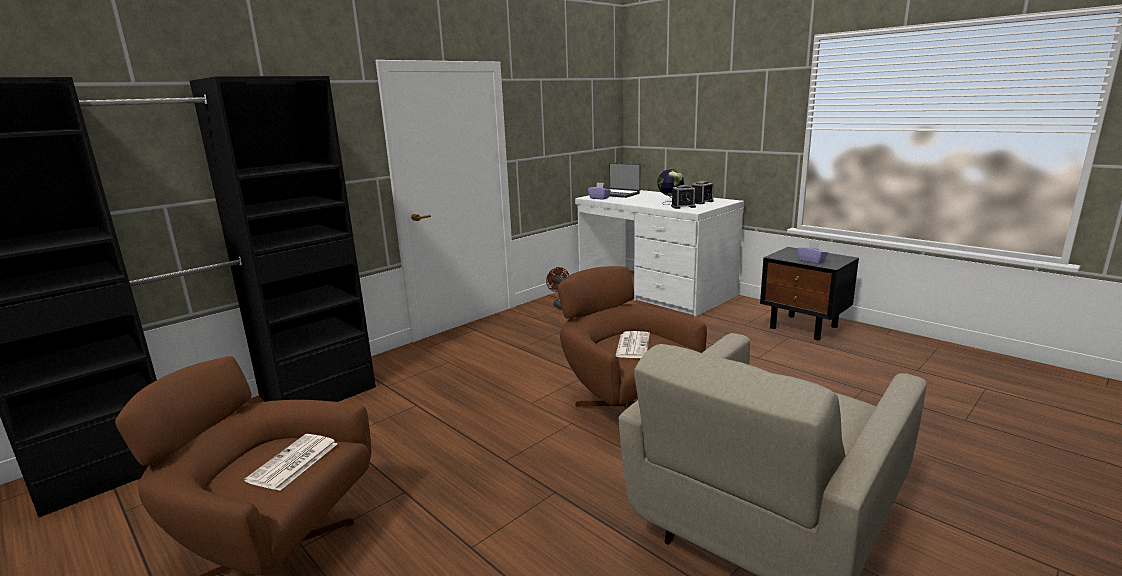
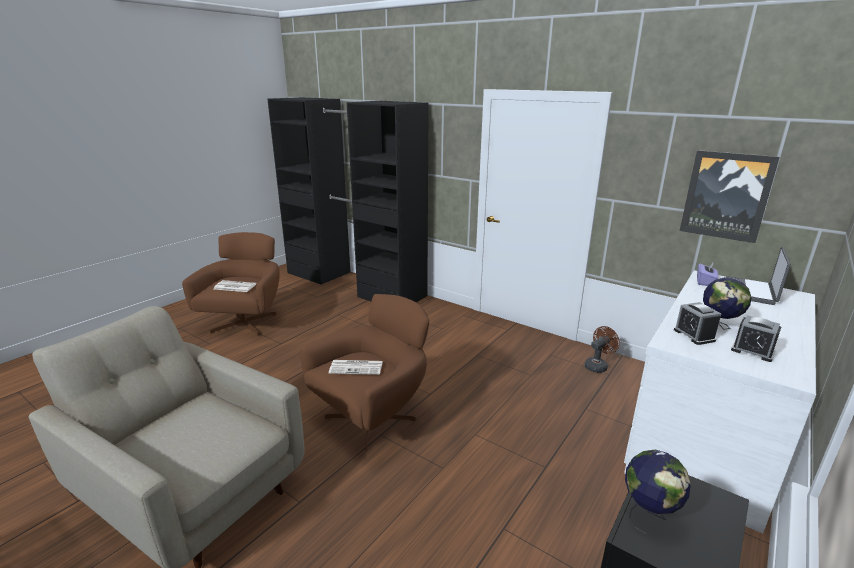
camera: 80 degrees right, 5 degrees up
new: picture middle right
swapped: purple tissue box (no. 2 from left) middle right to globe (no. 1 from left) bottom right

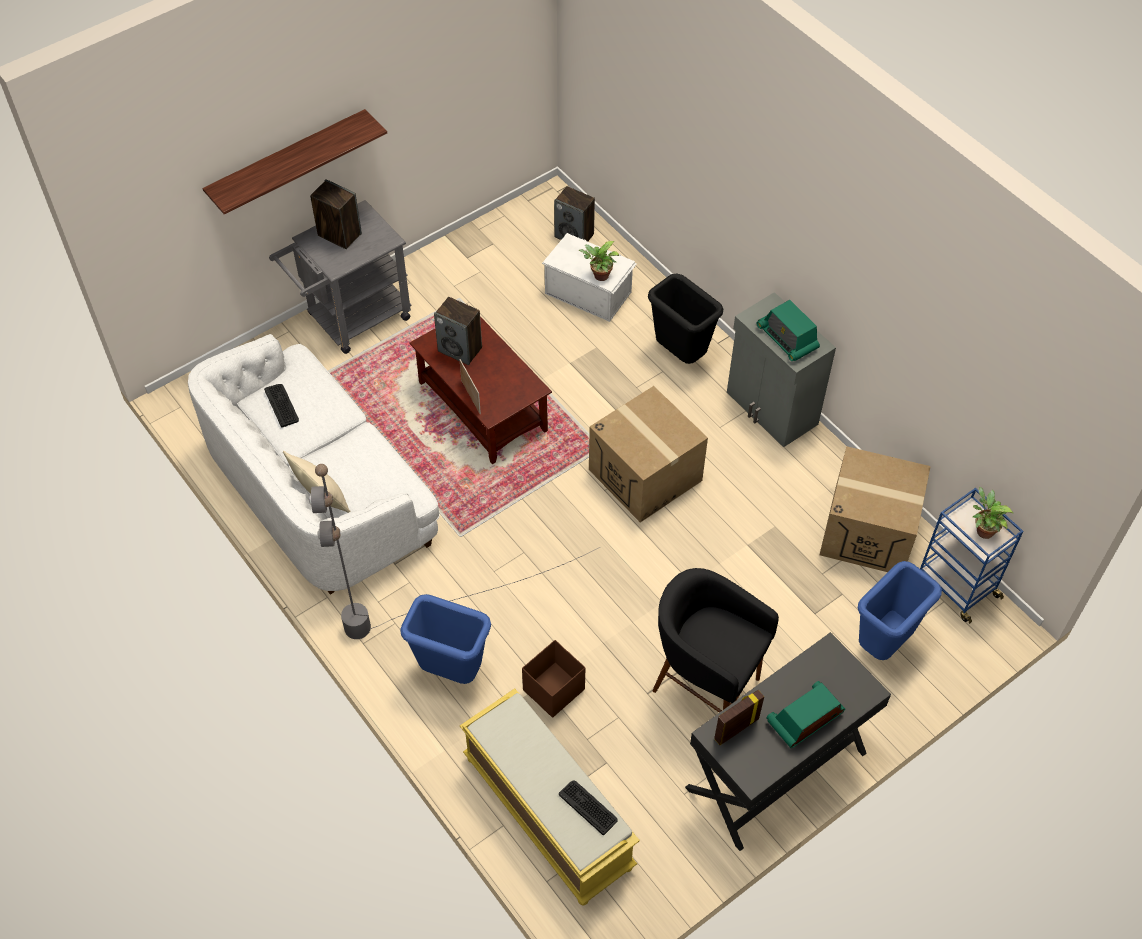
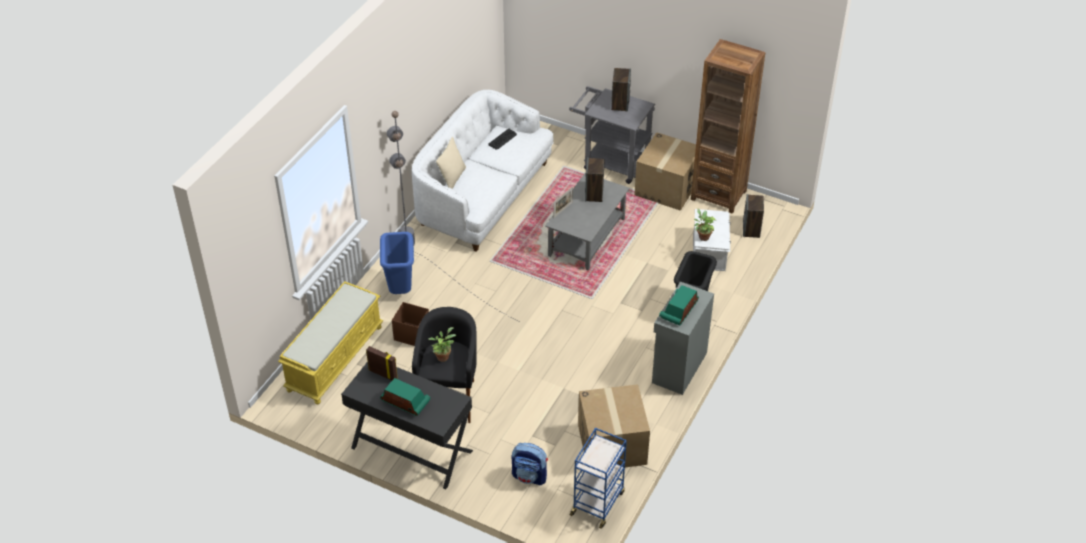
camera: 65 degrees right, 10 degrees down
gone: shelf top left; keyboard (no. 2 from left) bottom centre
new: brown bookcase top right
shifted: cardboard box (no. 1 from left in the first image) centre to cardboard box (no. 2 from left) top centre; potted plant (no. 2 from left in the first image) middle right to potted plant (no. 1 from left) centre
swapped: blue trash can (no. 2 from left) middle right to backpack bottom centre
repainted: brown coffee table centre to grey coffee table centre

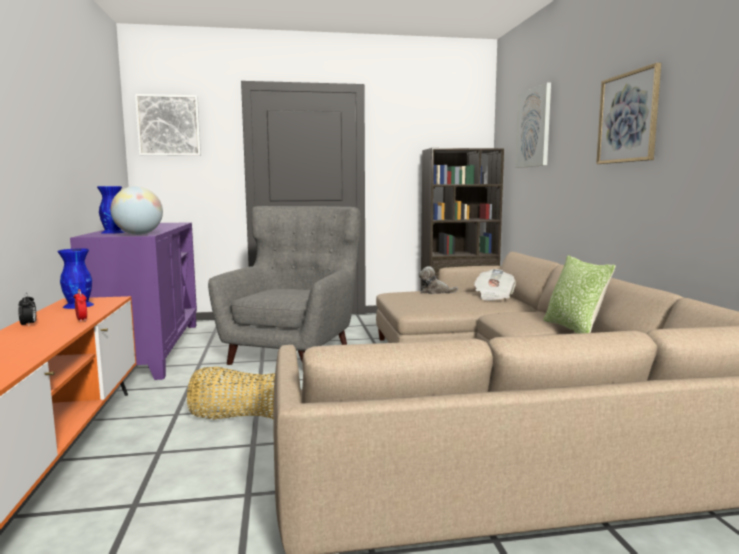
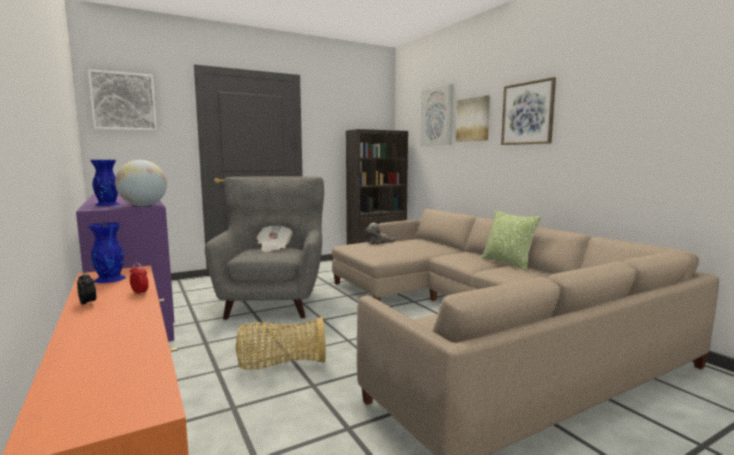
camera: 20 degrees left, 0 degrees up
new: picture (no. 3 from left) top centre
shifted: newspaper middle right to centre

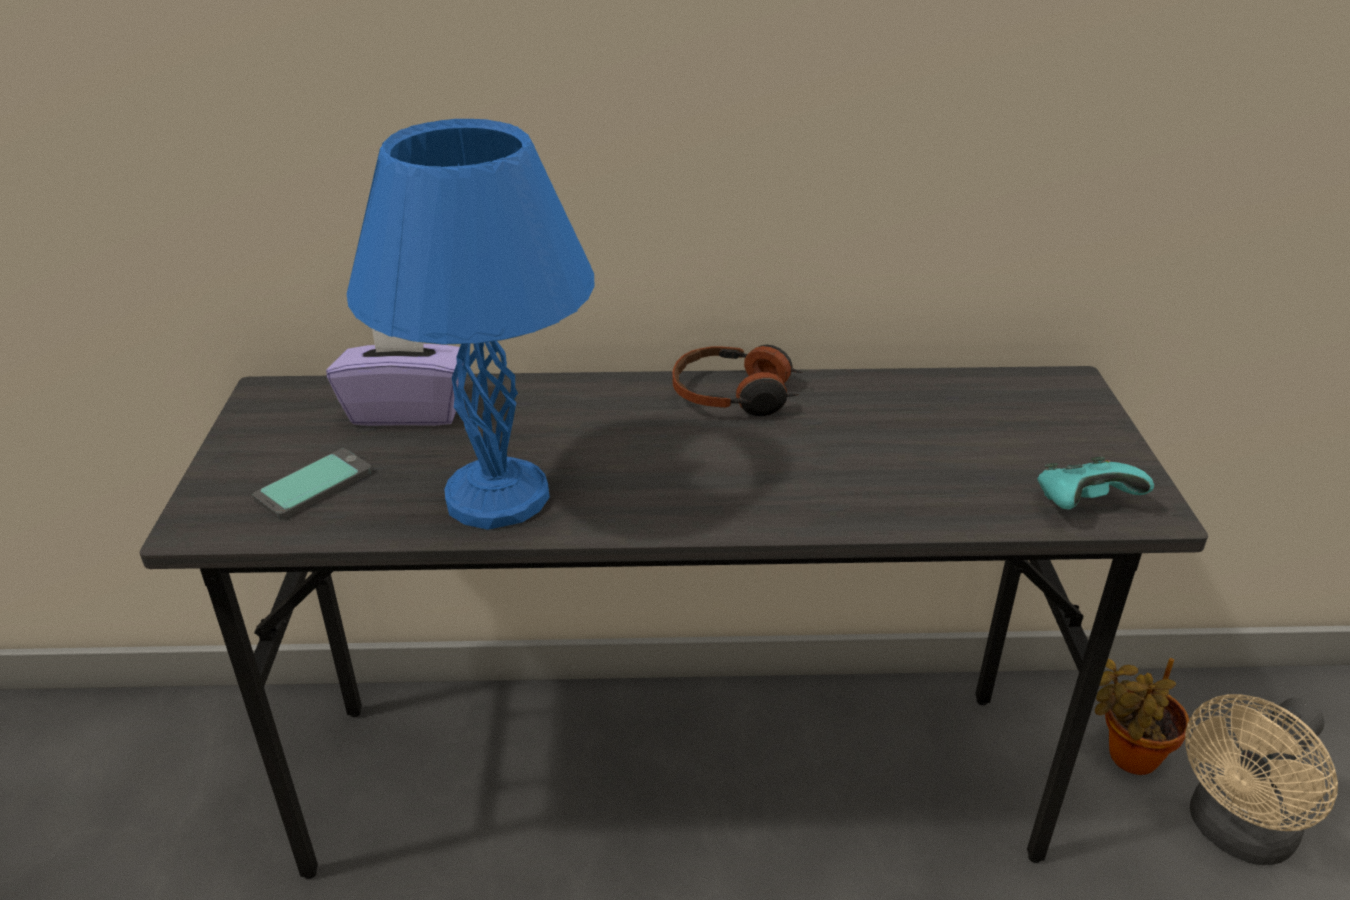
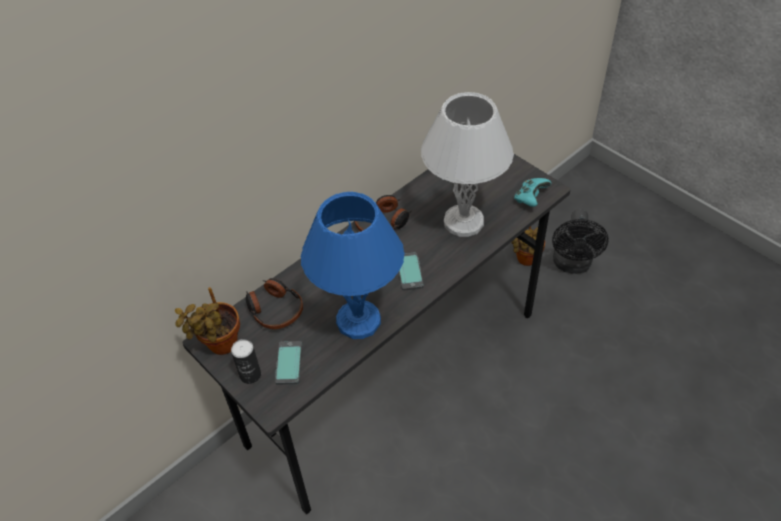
camera: 40 degrees left, 15 degrees up
new: potted plant (no. 1 from left) middle left; can bottom left; phone (no. 2 from left) centre; white table lamp top centre
swapped: purple tissue box middle left to headphones (no. 1 from left) centre
repainted: beige fan bottom right to black fan middle right

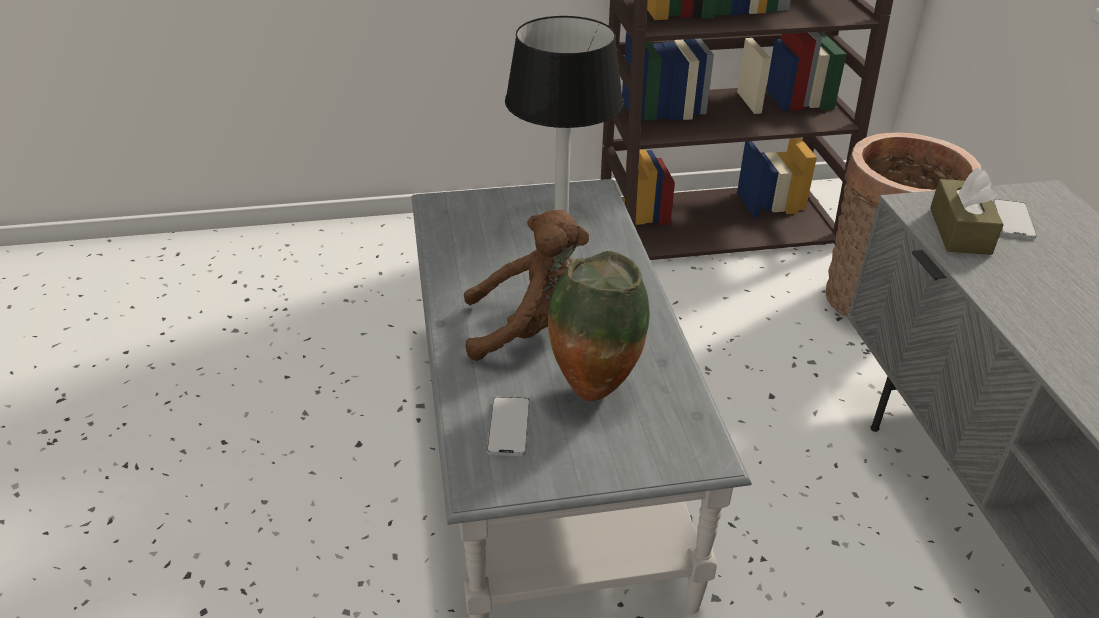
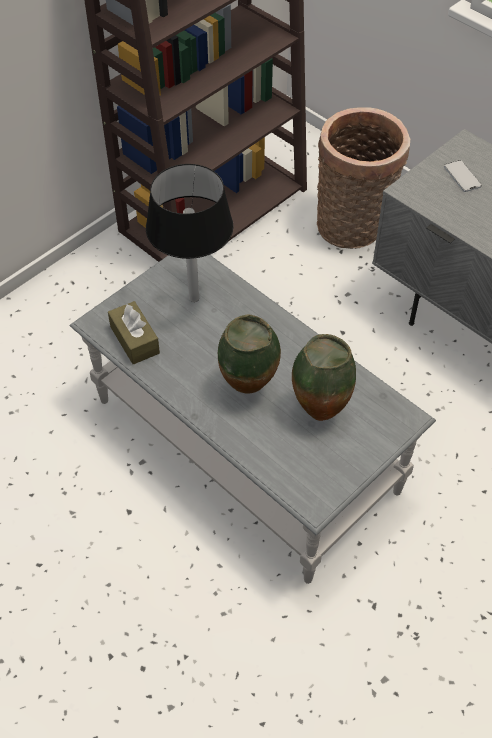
camera: 35 degrees left, 15 degrees up
gone: phone (no. 1 from left) bottom centre
shifted: brown tissue box middle right to middle left
swapped: brown plush toy centre to vase (no. 1 from left) centre

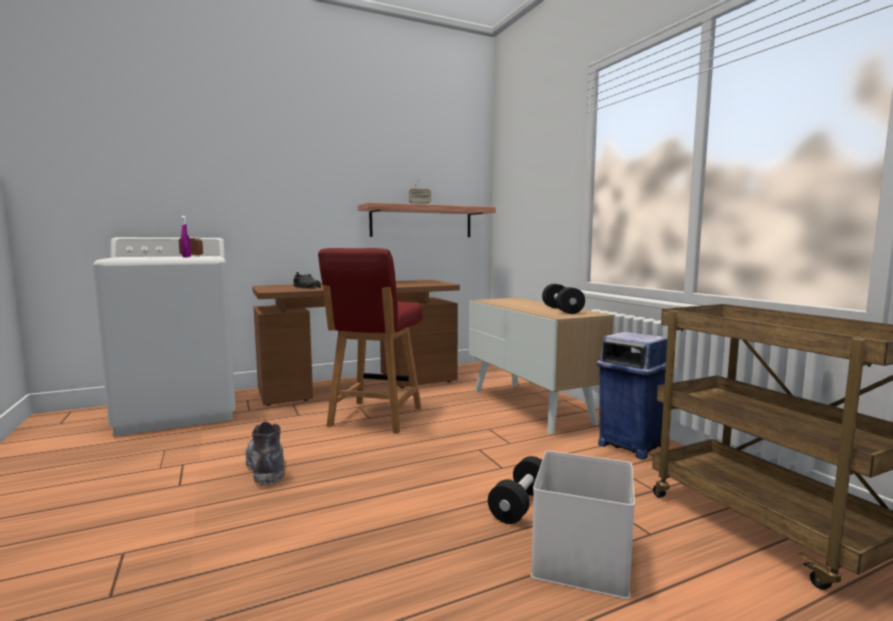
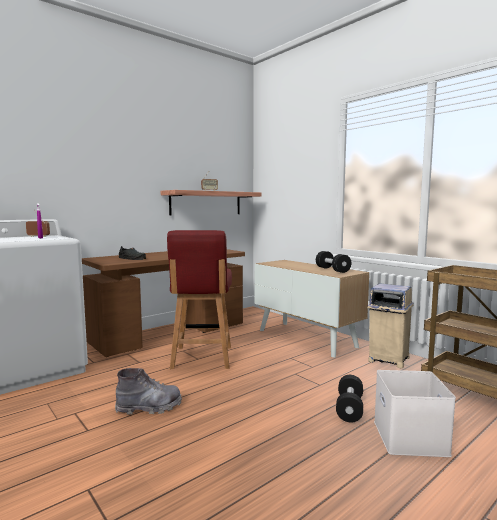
camera: 15 degrees left, 0 degrees up
repainted: blue trash can middle right to beige trash can middle right
rotated: grey boot bottom left = bottom left 120 degrees clockwise

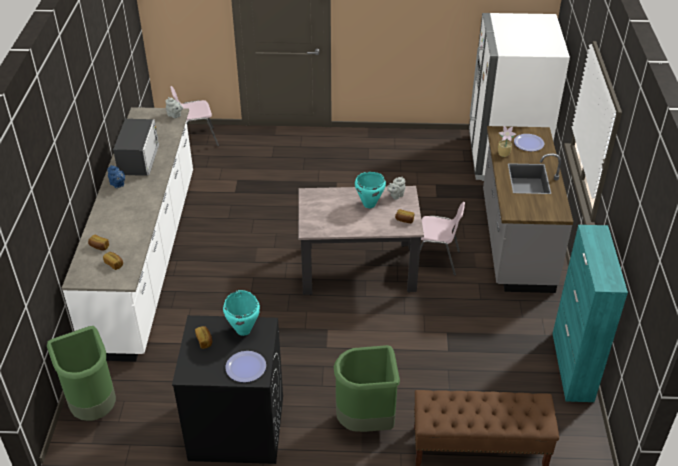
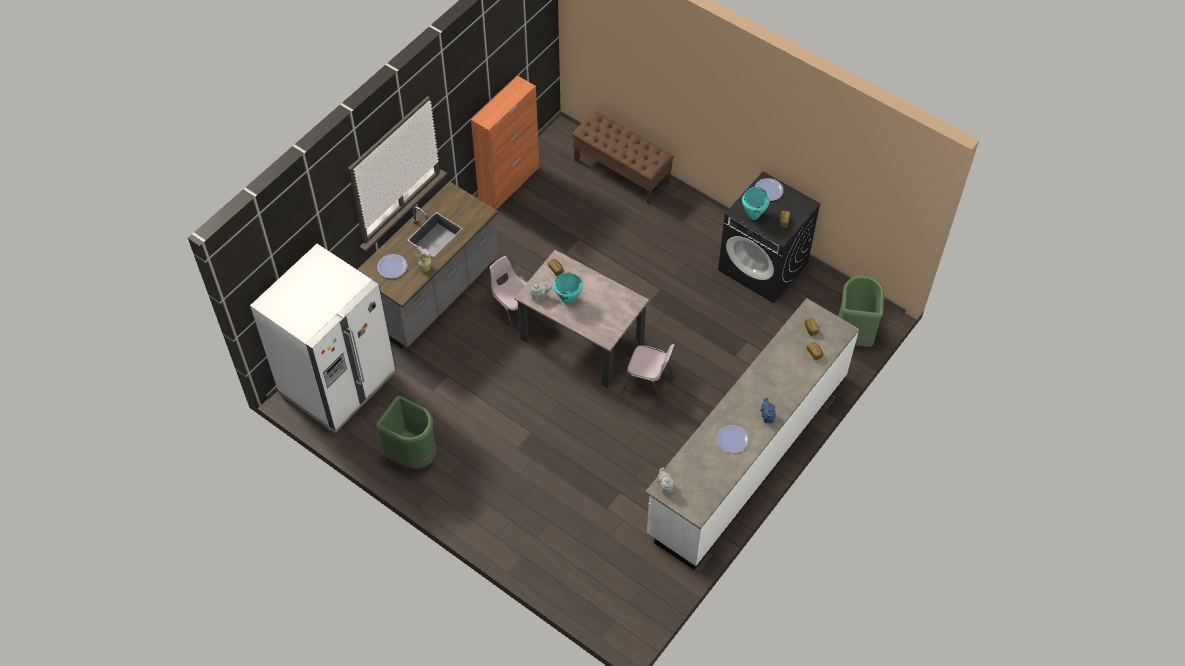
camera: 145 degrees left, 15 degrees up
shifted: pink chair (no. 1 from left in the first image) top left to pink chair (no. 2 from left) centre; green trash can (no. 2 from left in the first image) bottom centre to green trash can (no. 1 from left) centre
swapped: microwave top left to plate (no. 2 from left) centre
repainted: turquoise cabinet bottom right to orange cabinet top centre

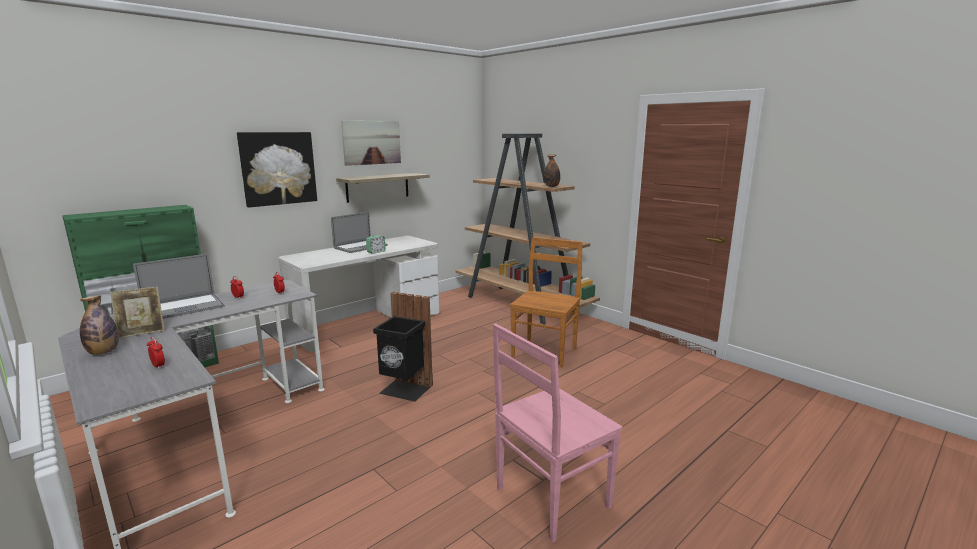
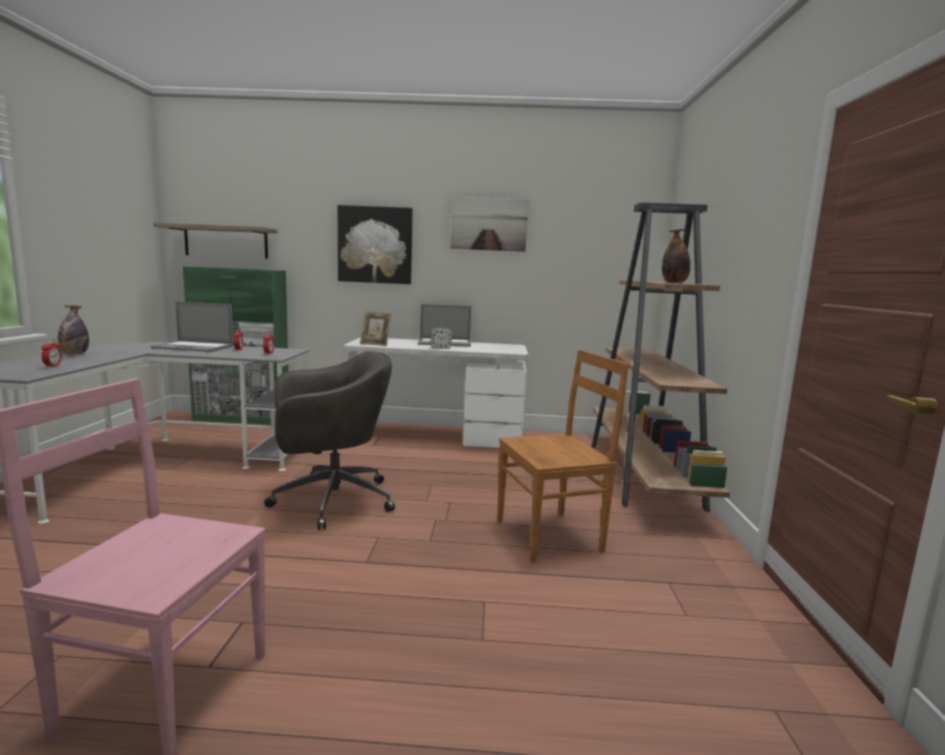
camera: 45 degrees right, 5 degrees down
shifted: picture frame middle left to centre; shelf centre to top left
swapped: black trash can centre to grey office chair centre

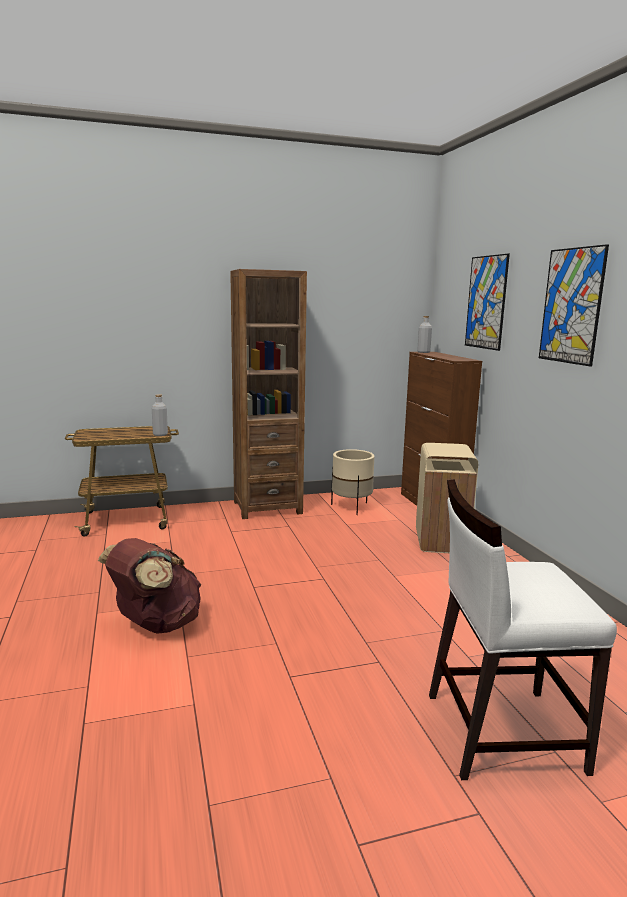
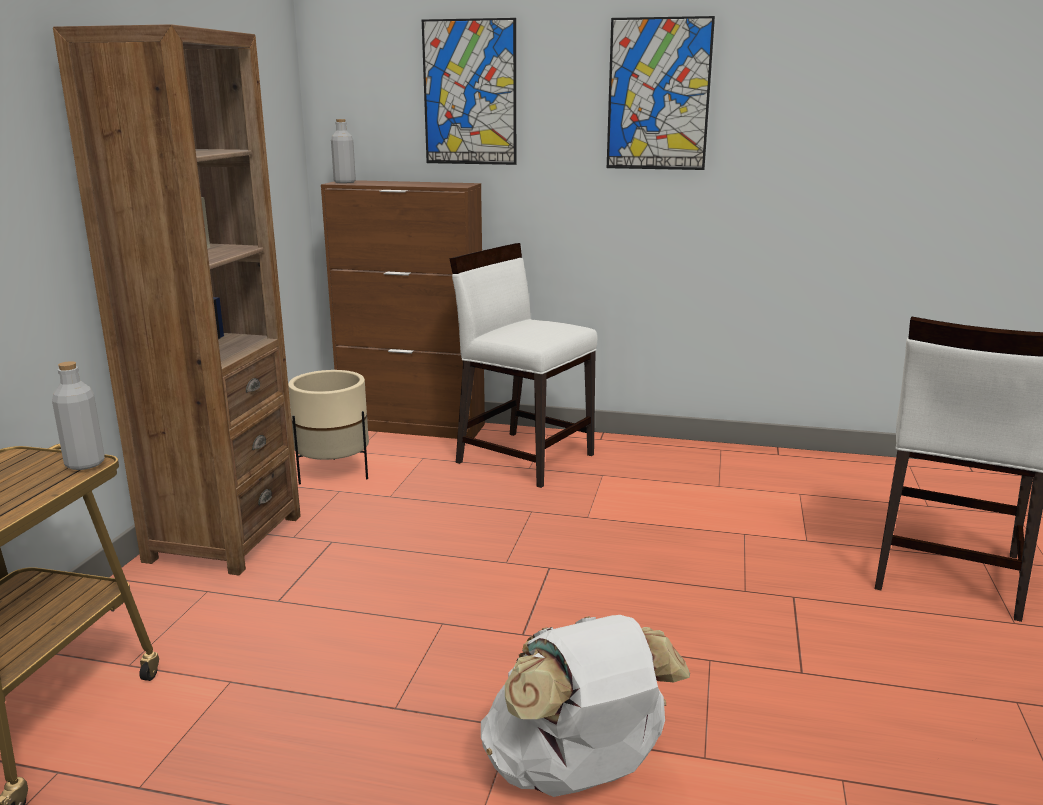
camera: 60 degrees left, 5 degrees up
swapped: beige trash can middle right to white chair (no. 1 from left) centre
repainted: brown backpack middle left to white backpack bottom centre

